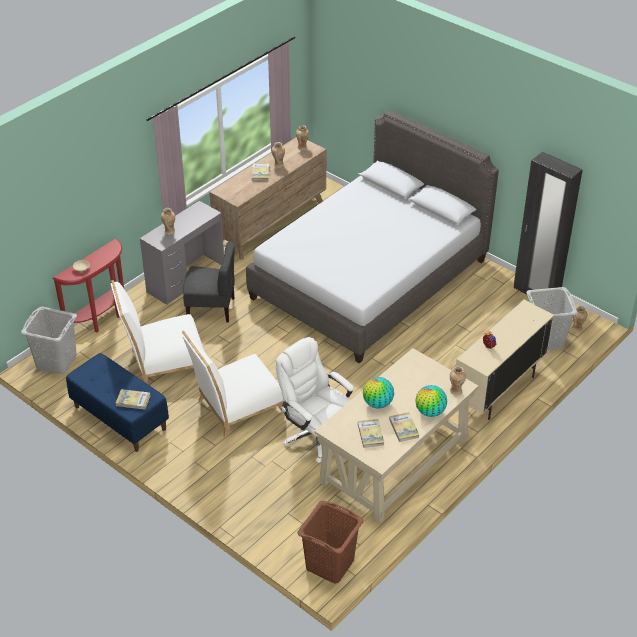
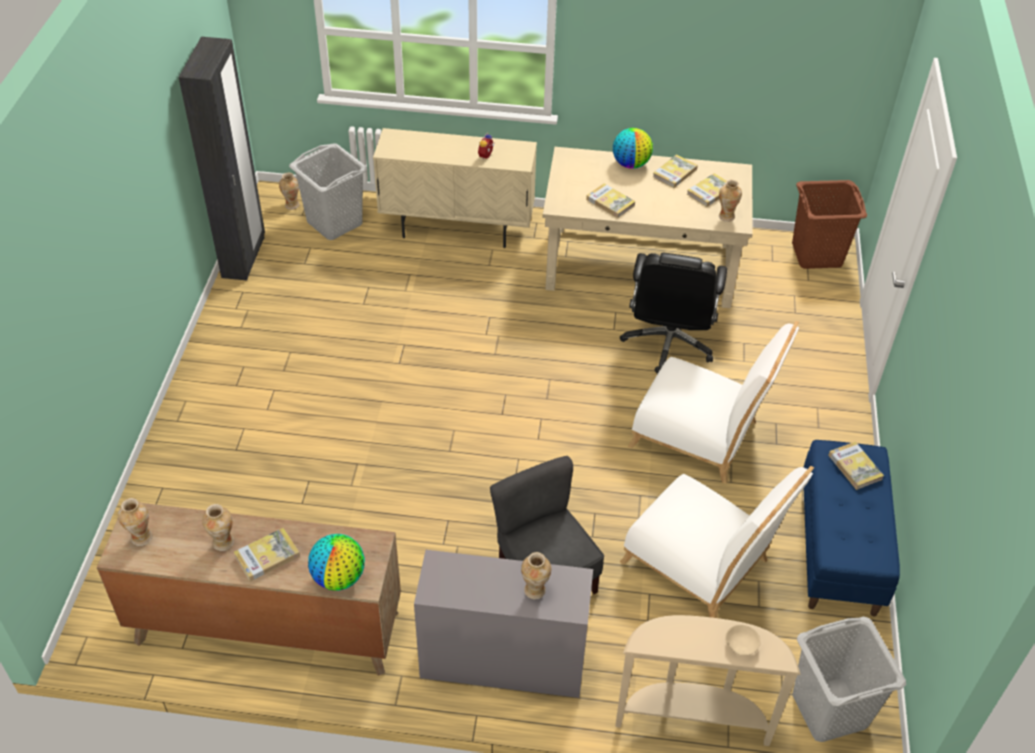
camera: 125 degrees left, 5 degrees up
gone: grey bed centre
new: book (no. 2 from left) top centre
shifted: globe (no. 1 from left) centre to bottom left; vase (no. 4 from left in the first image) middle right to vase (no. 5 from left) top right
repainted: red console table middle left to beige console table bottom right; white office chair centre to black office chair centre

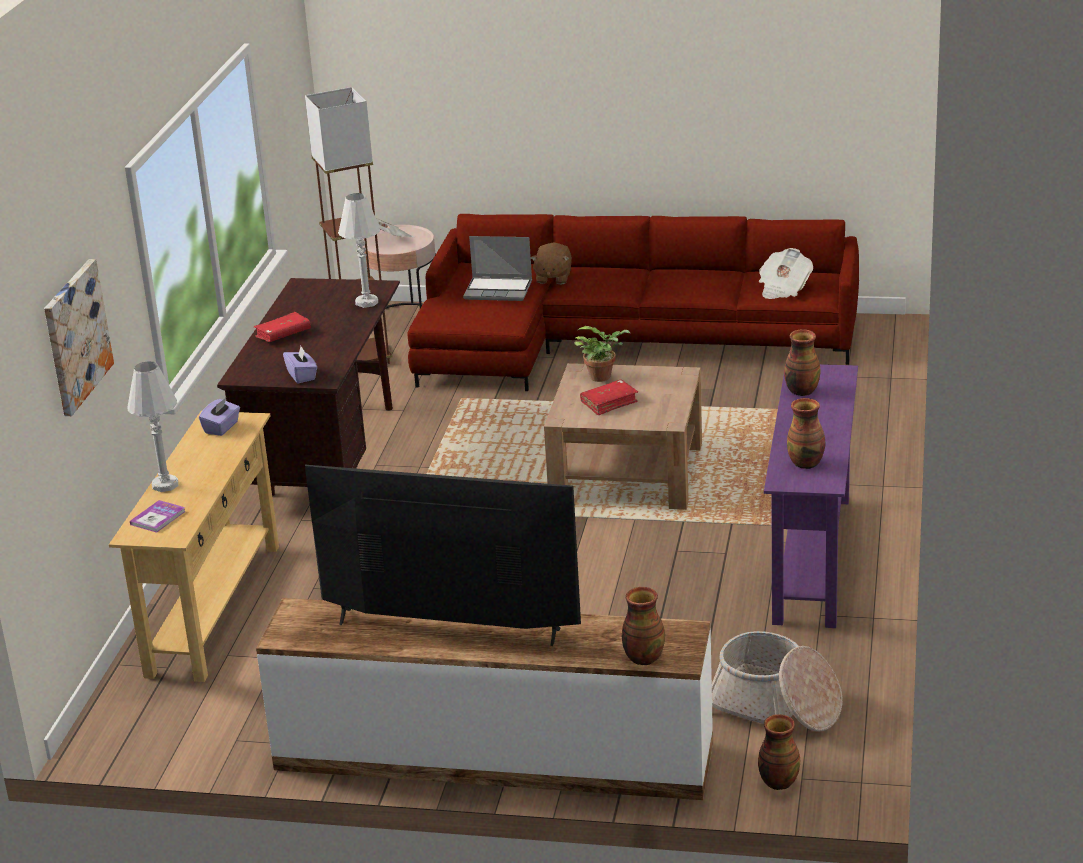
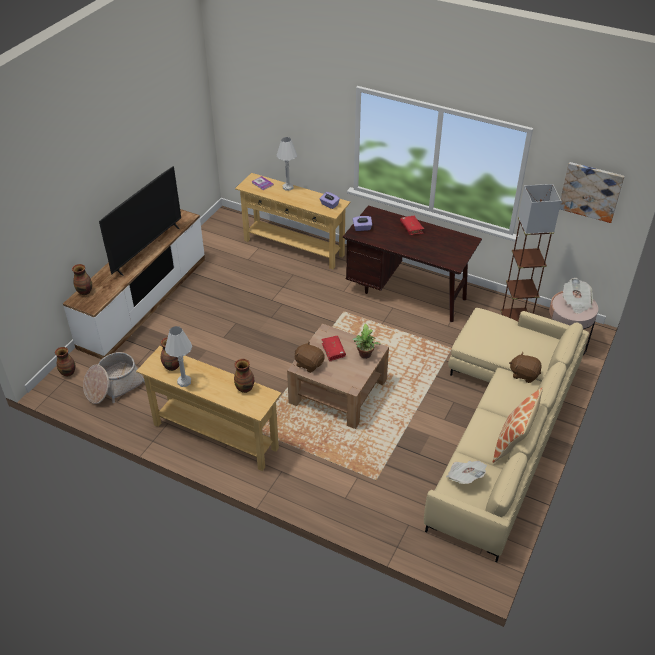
camera: 105 degrees right, 15 degrees up
gone: laptop top centre
new: brown plush toy (no. 1 from left) centre; pillow middle right
shifted: picture middle left to top right; white table lamp (no. 2 from left in the first image) top left to white table lamp (no. 1 from left) middle left
repainted: red sofa centre to beige sofa middle right; purple console table middle right to beige console table (no. 1 from left) middle left

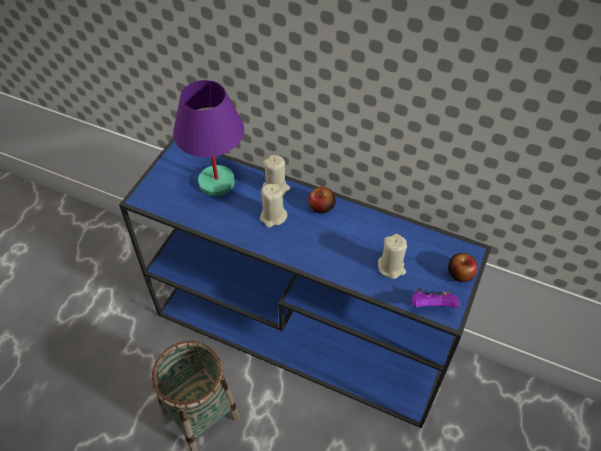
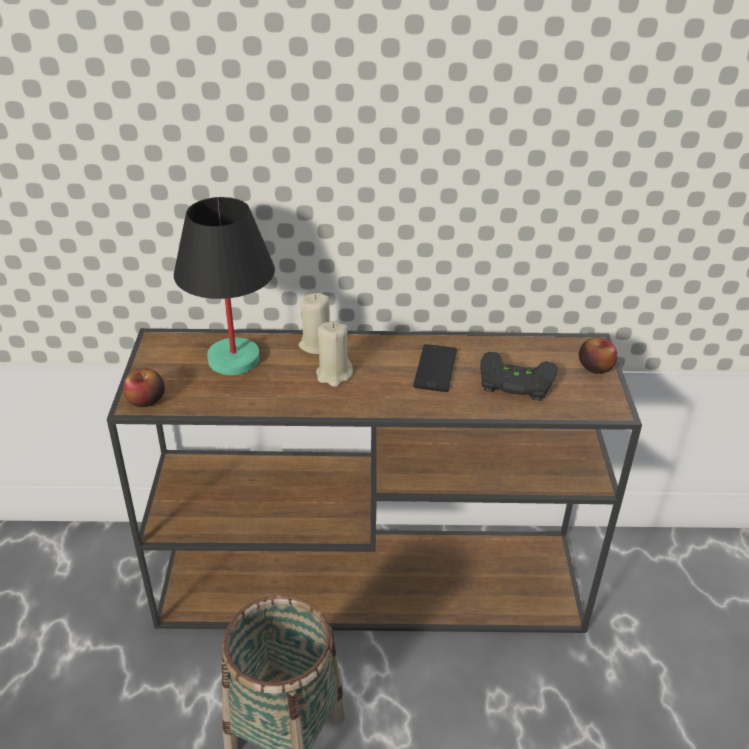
camera: 25 degrees left, 15 degrees down
gone: purple game controller middle right
new: phone centre
shifted: apple (no. 1 from left) centre to middle left
swapped: beige candle (no. 3 from left) centre to black game controller middle right
repainted: blue console table centre to brown console table centre; purple table lamp top centre to black table lamp middle left

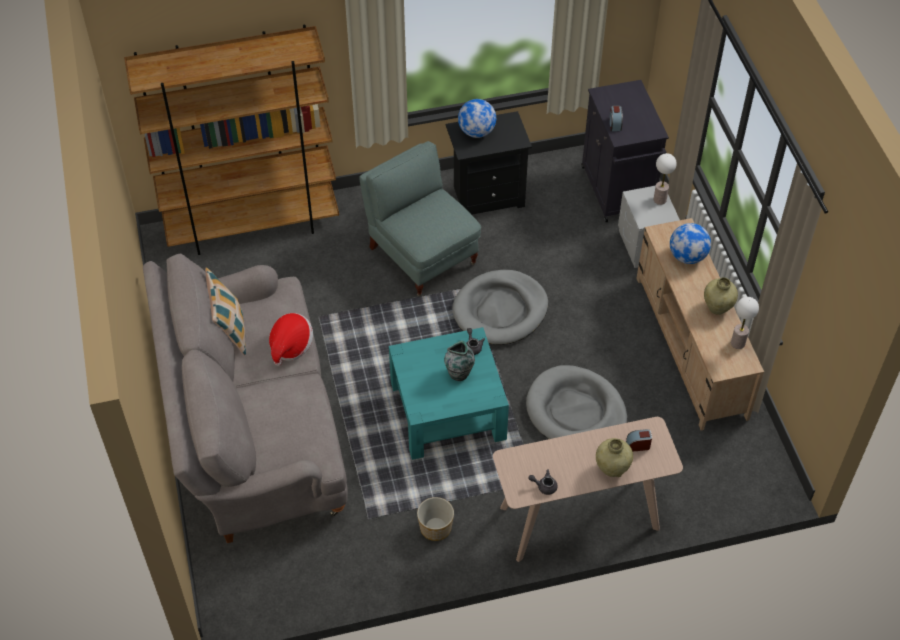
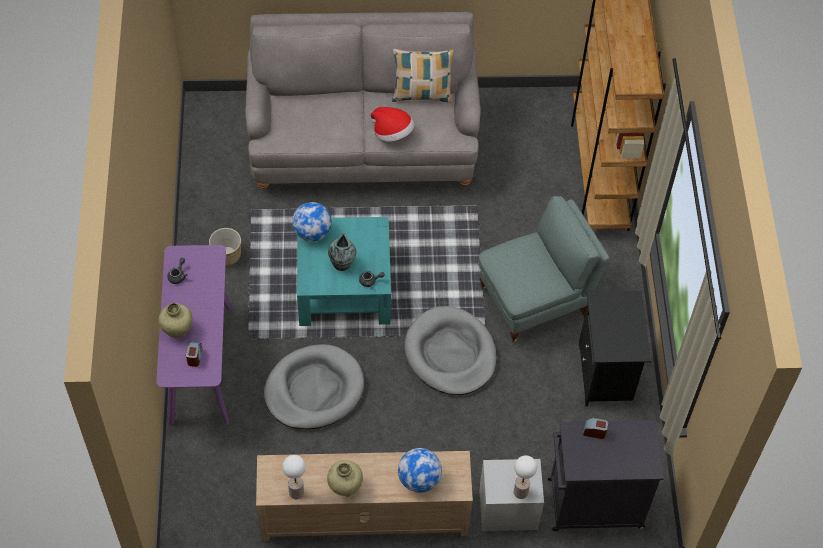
camera: 100 degrees right, 5 degrees up
shifted: globe (no. 1 from left) top centre to centre
repainted: beige console table bottom centre to purple console table middle left

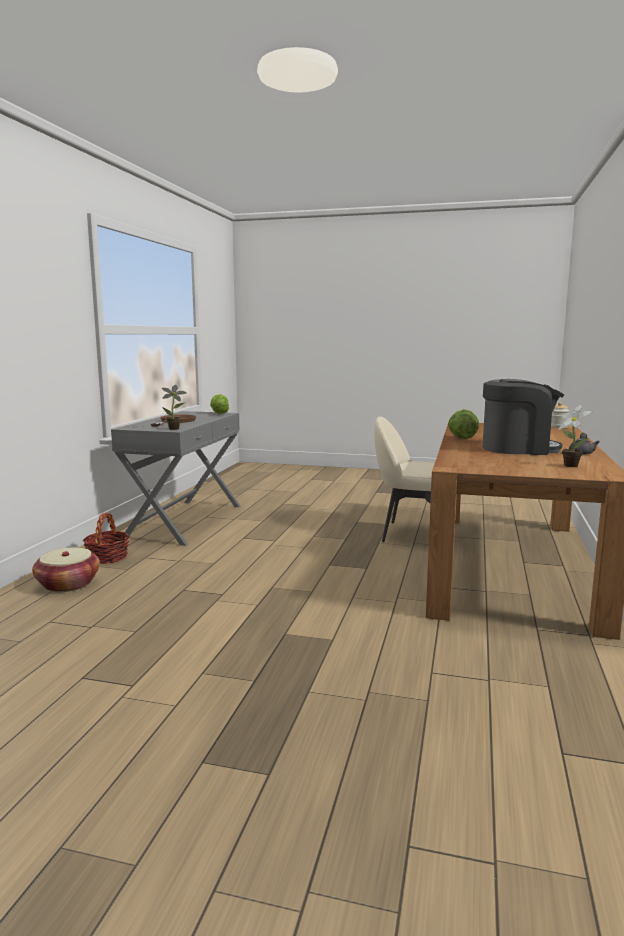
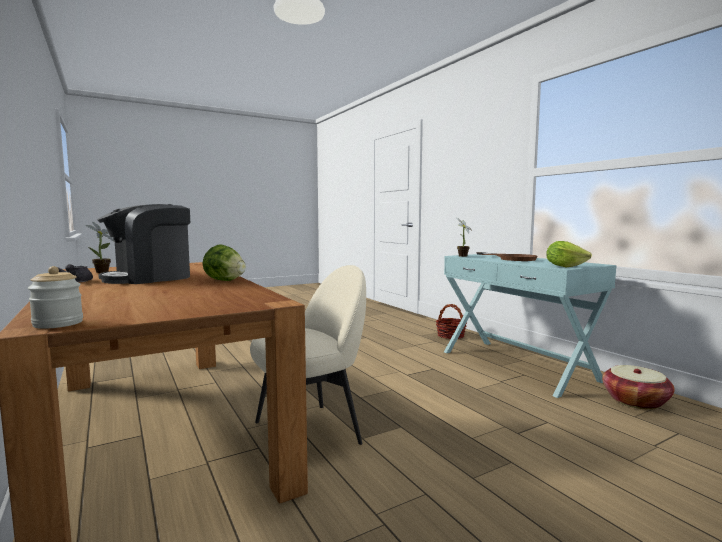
camera: 135 degrees right, 5 degrees down
shifted: basket (no. 1 from left in the first image) middle left to basket (no. 2 from left) bottom right
repainted: grey console table middle left to turquoise console table middle right

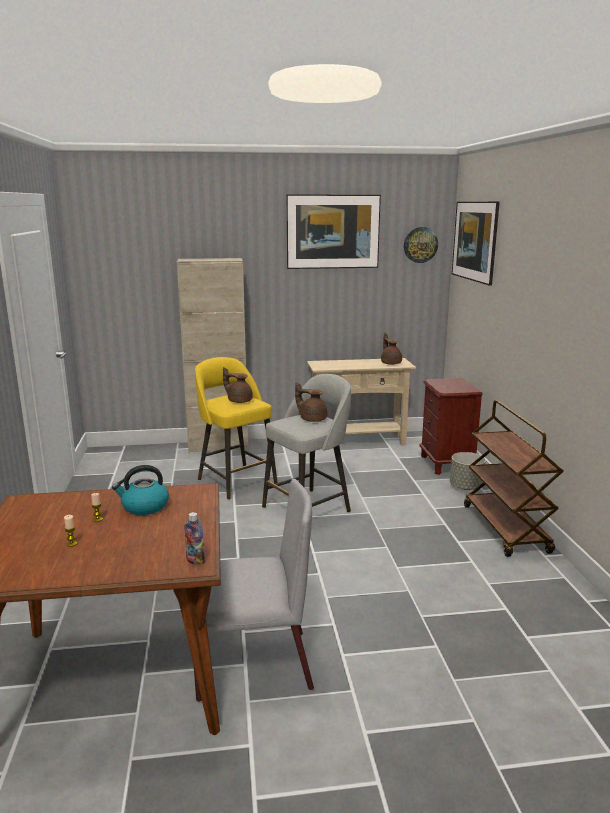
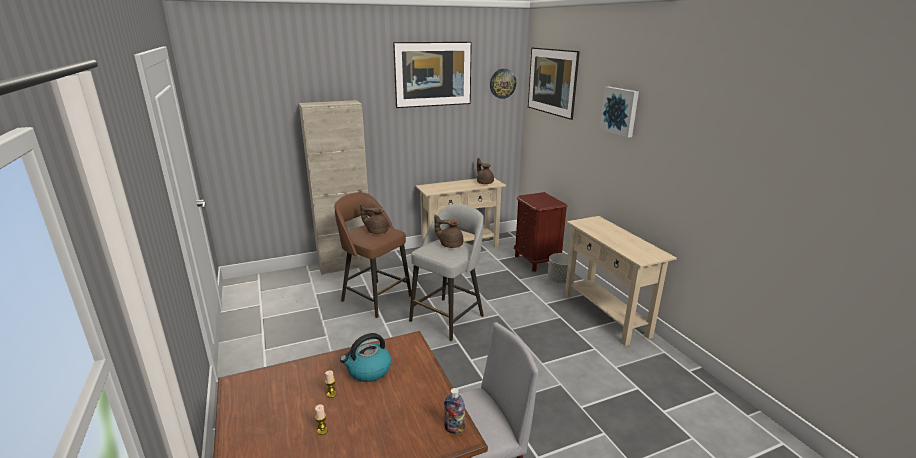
camera: 15 degrees left, 5 degrees up
new: picture (no. 3 from left) top right
swapped: brown cart middle right to beige console table (no. 2 from left) middle right
repainted: yellow stool centre to brown stool centre

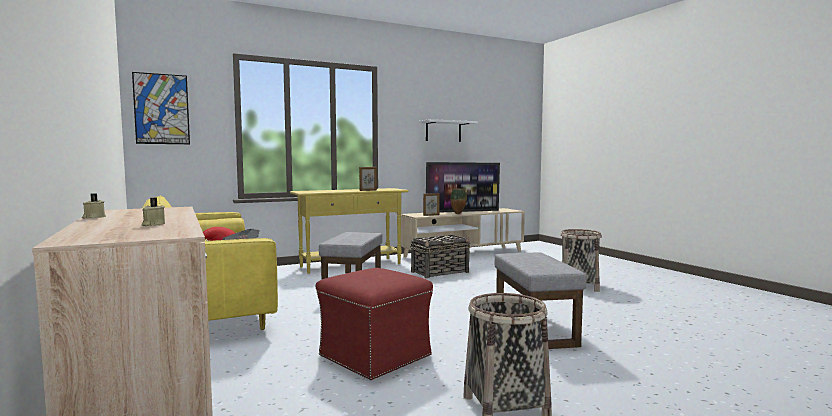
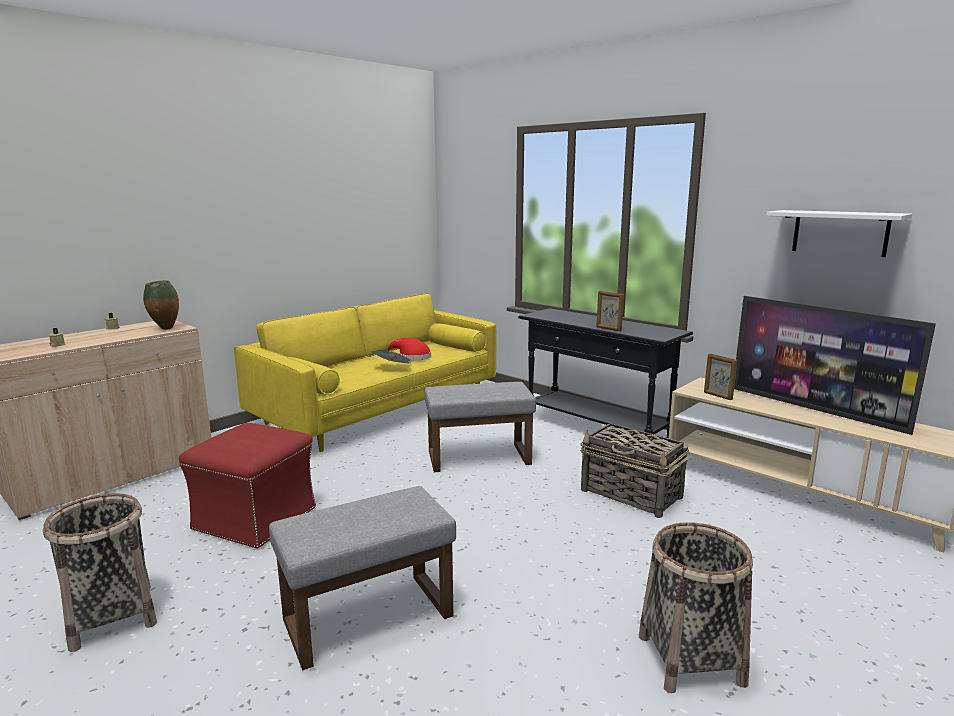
camera: 70 degrees right, 10 degrees up
gone: picture top left
shifted: vase centre to middle left
repainted: yellow console table centre to black console table centre

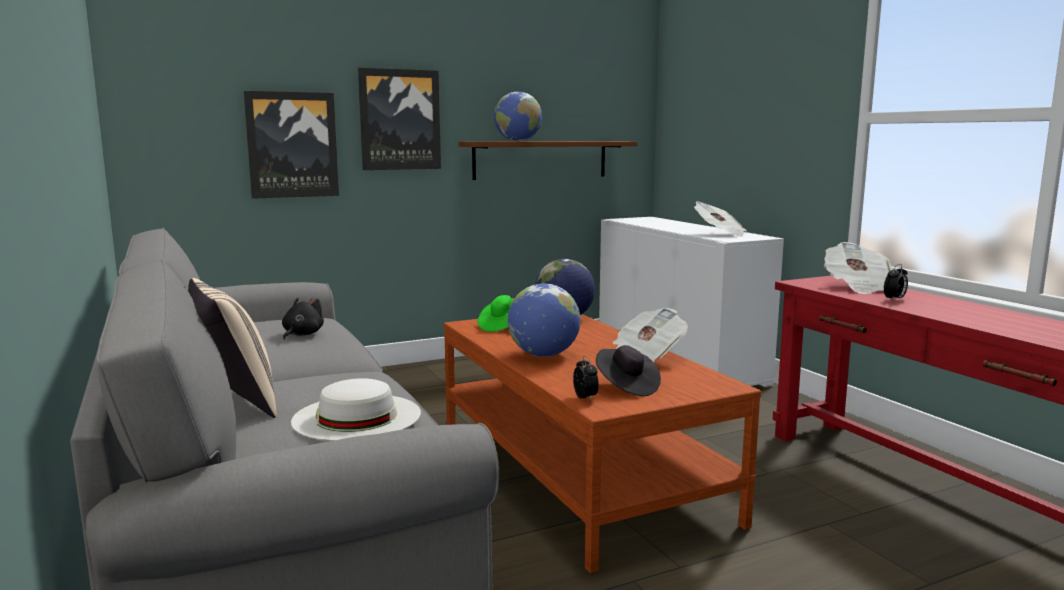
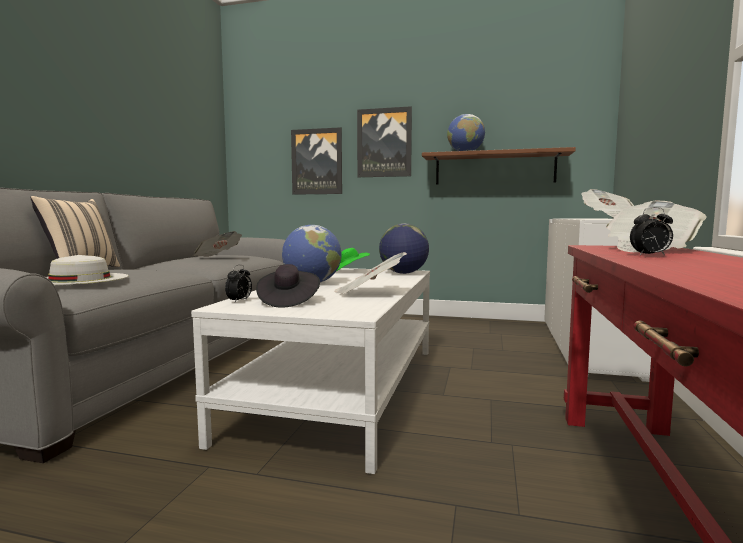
camera: 40 degrees right, 5 degrees down
swapped: black plush toy middle left to newspaper (no. 1 from left) middle left
repainted: brown coffee table bottom centre to white coffee table bottom centre

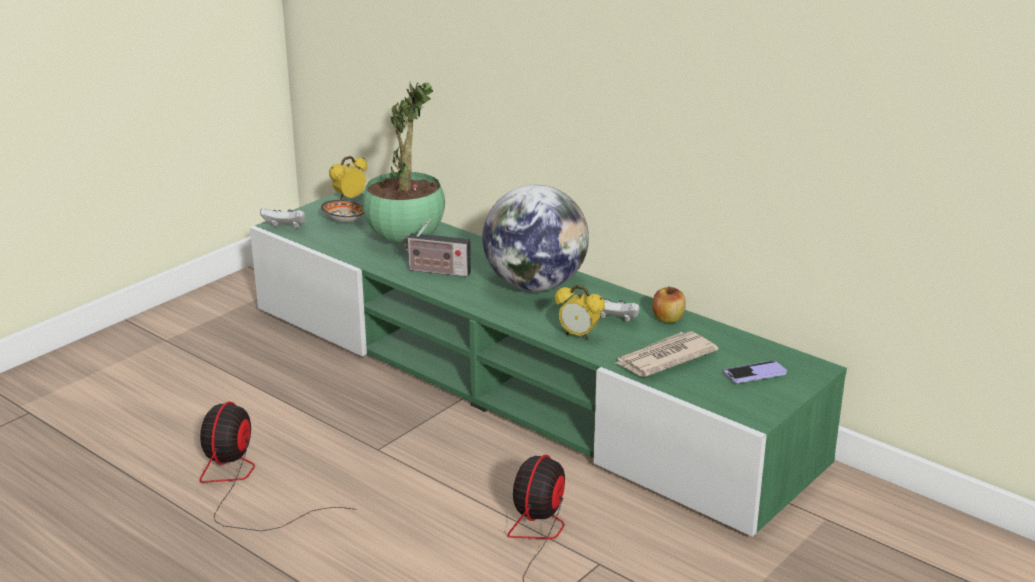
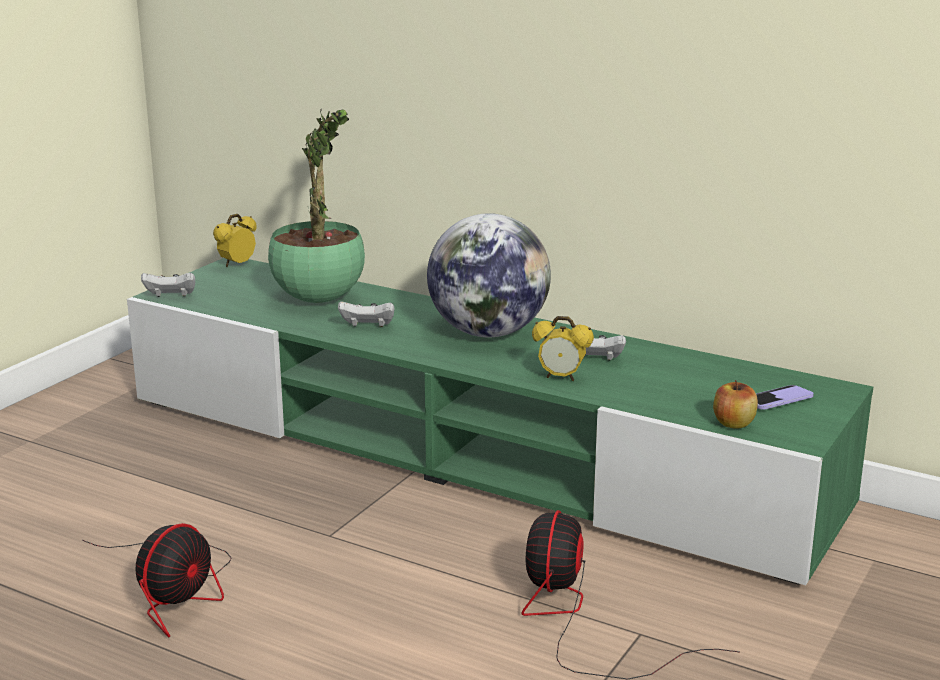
camera: 10 degrees left, 5 degrees down
gone: bowl middle left; newspaper centre
shifted: apple centre to middle right
swapped: radio centre to white game controller (no. 2 from left) centre
rotated: fan (no. 1 from left) bottom left = bottom left 150 degrees counterclockwise

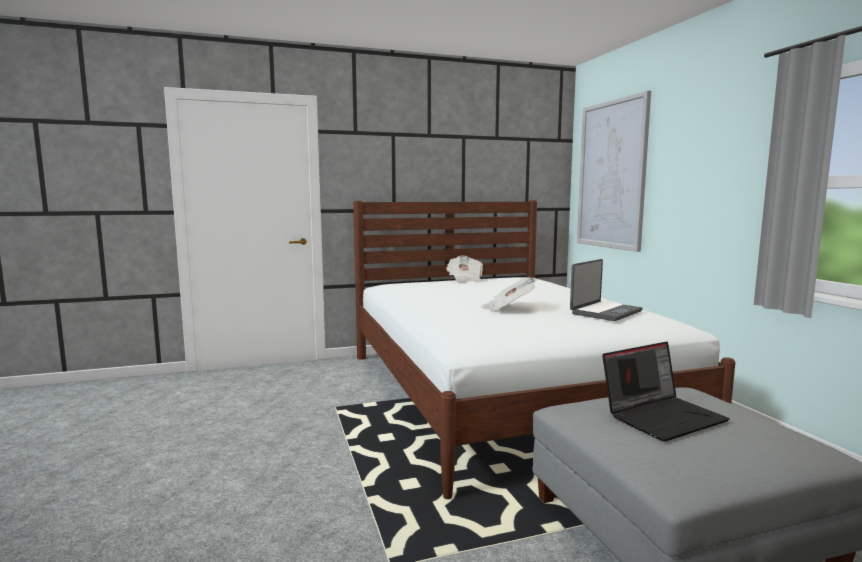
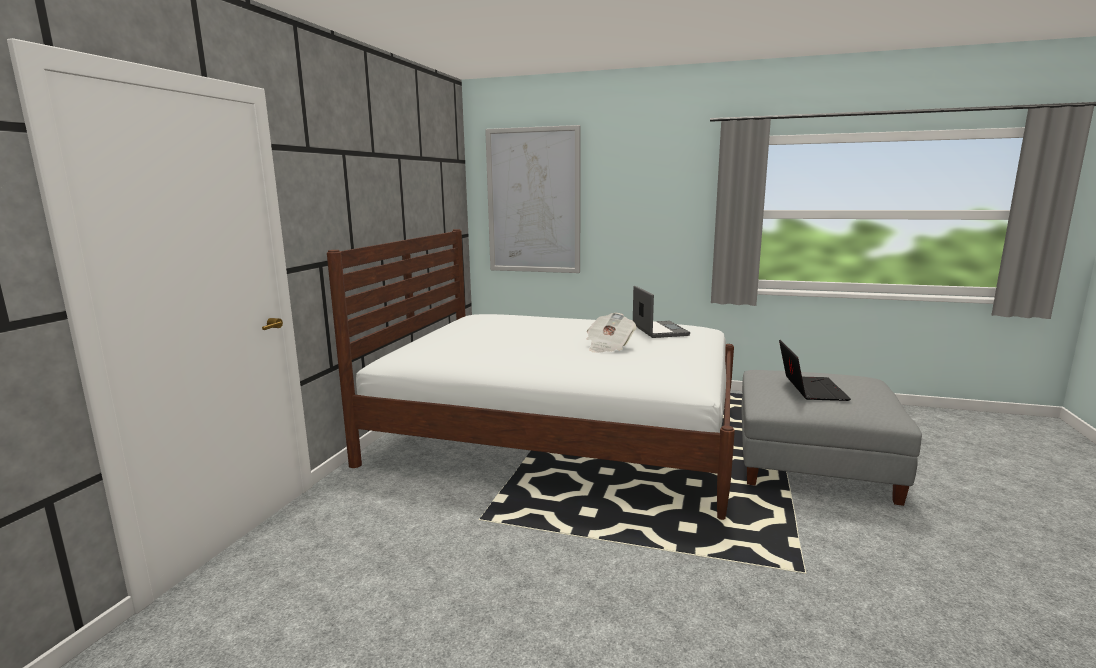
camera: 55 degrees left, 5 degrees up
gone: newspaper (no. 1 from left) centre

